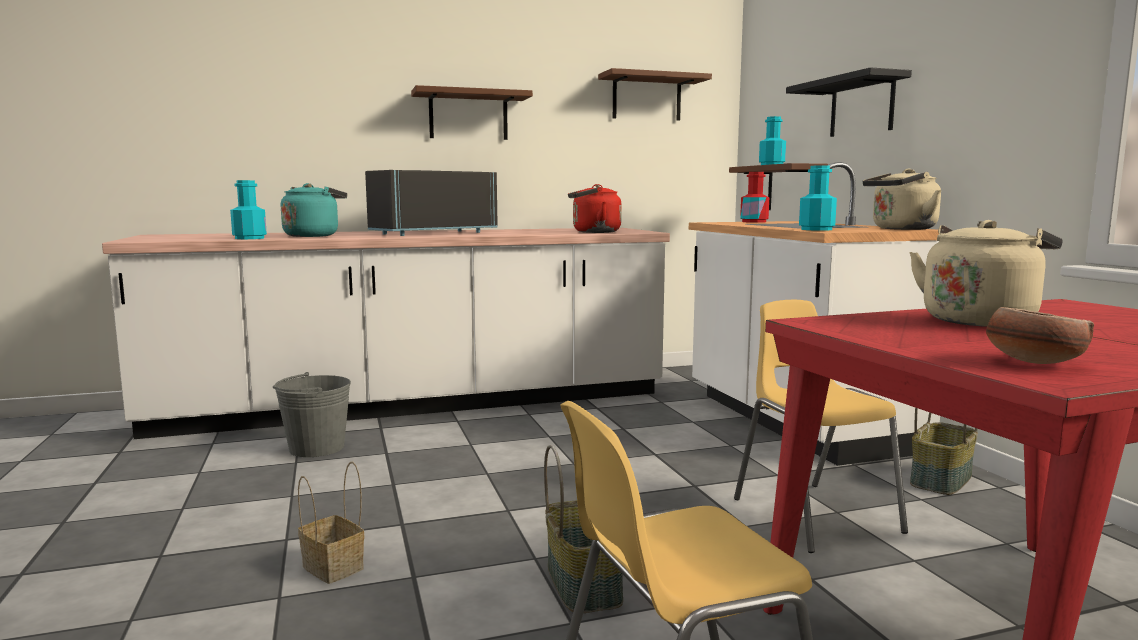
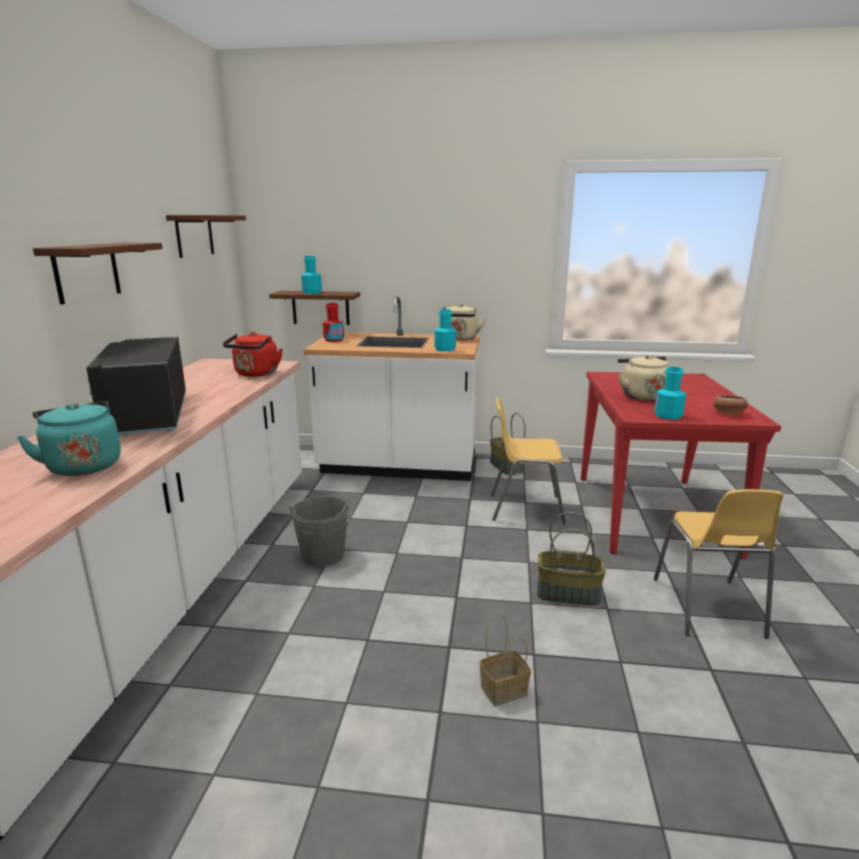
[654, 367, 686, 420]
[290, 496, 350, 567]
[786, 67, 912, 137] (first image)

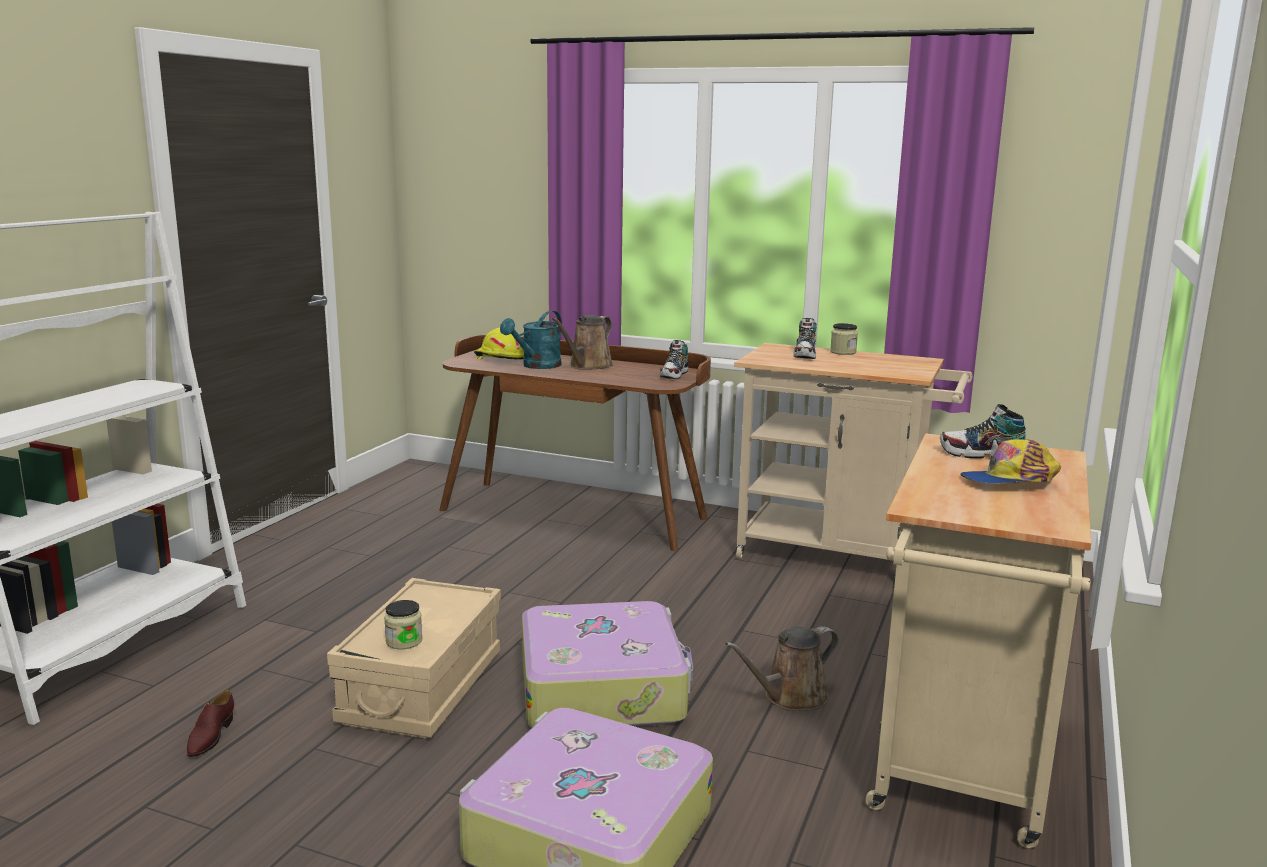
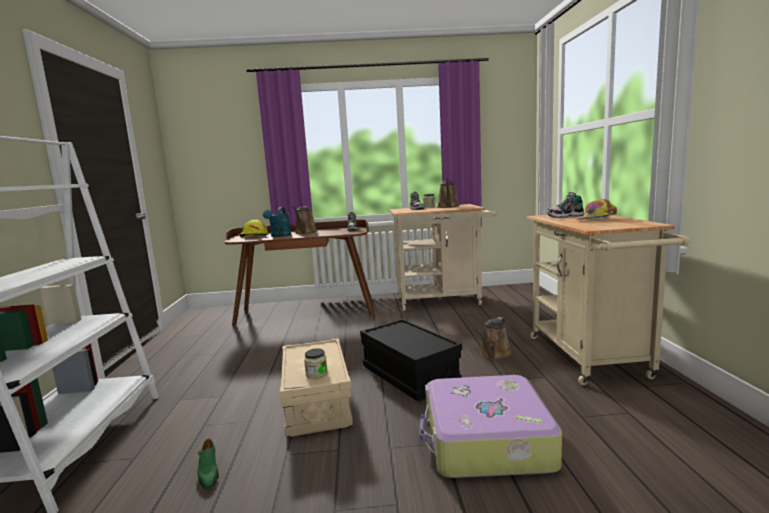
[197, 439, 219, 489]
[360, 319, 462, 401]
[437, 179, 460, 208]

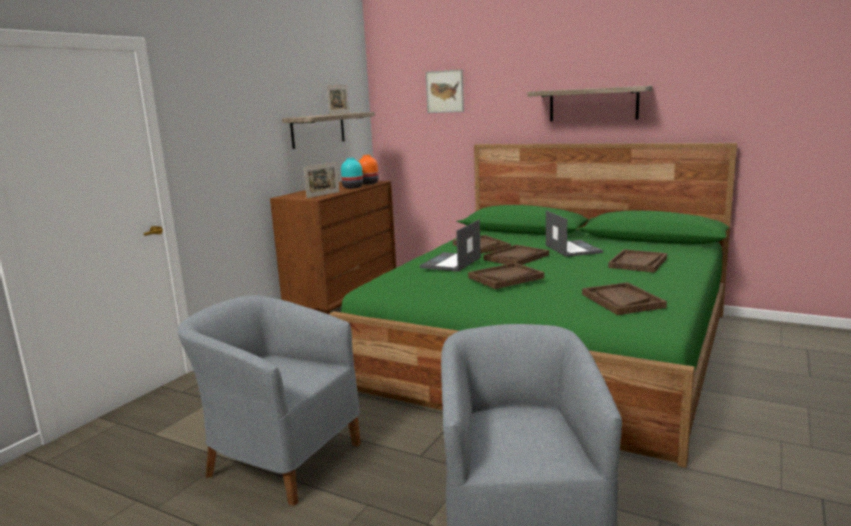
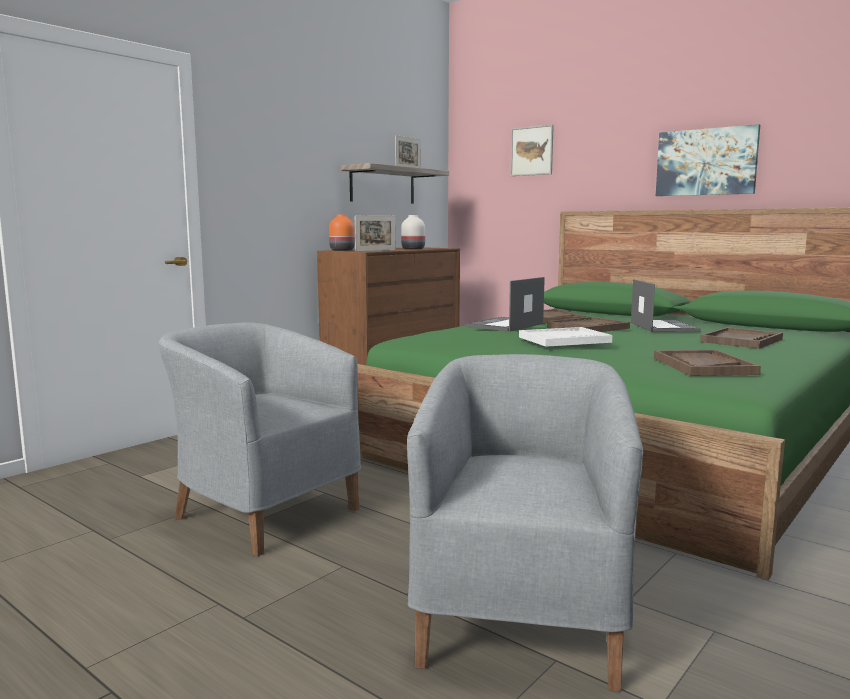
[401, 215, 425, 250]
[329, 215, 355, 251]
[519, 327, 612, 347]
[656, 124, 760, 196]

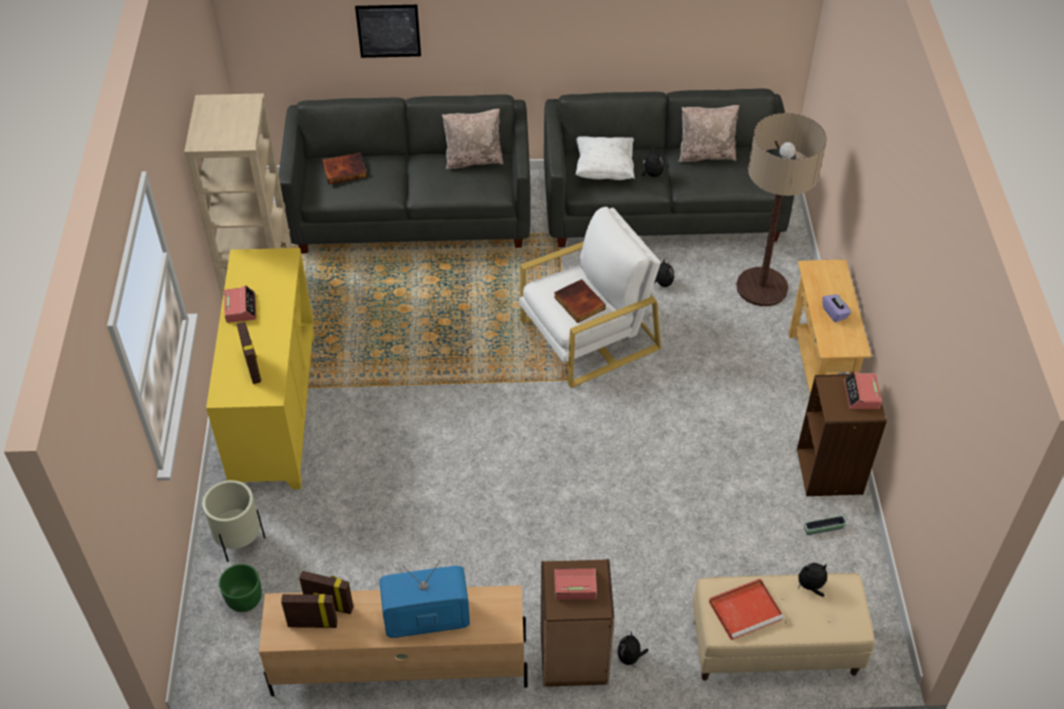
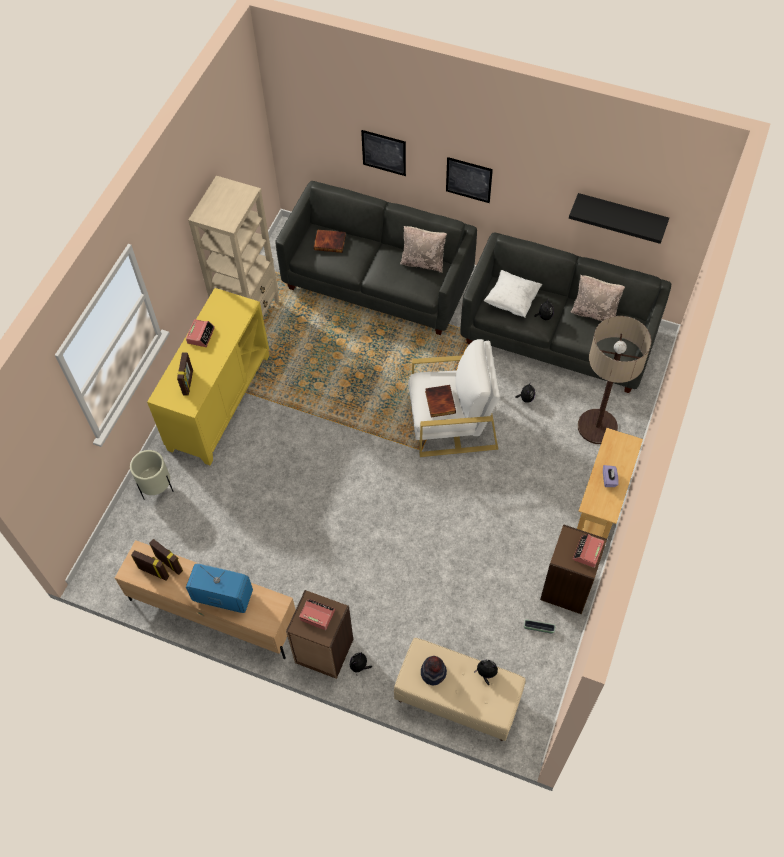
[219, 564, 262, 612] (first image)
[421, 656, 447, 685]
[446, 157, 493, 203]
[569, 193, 669, 244]

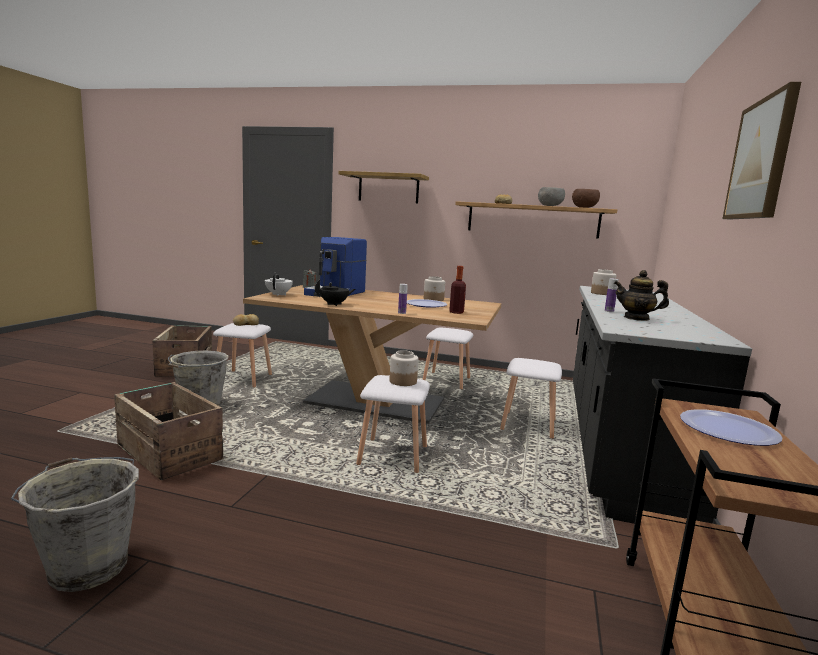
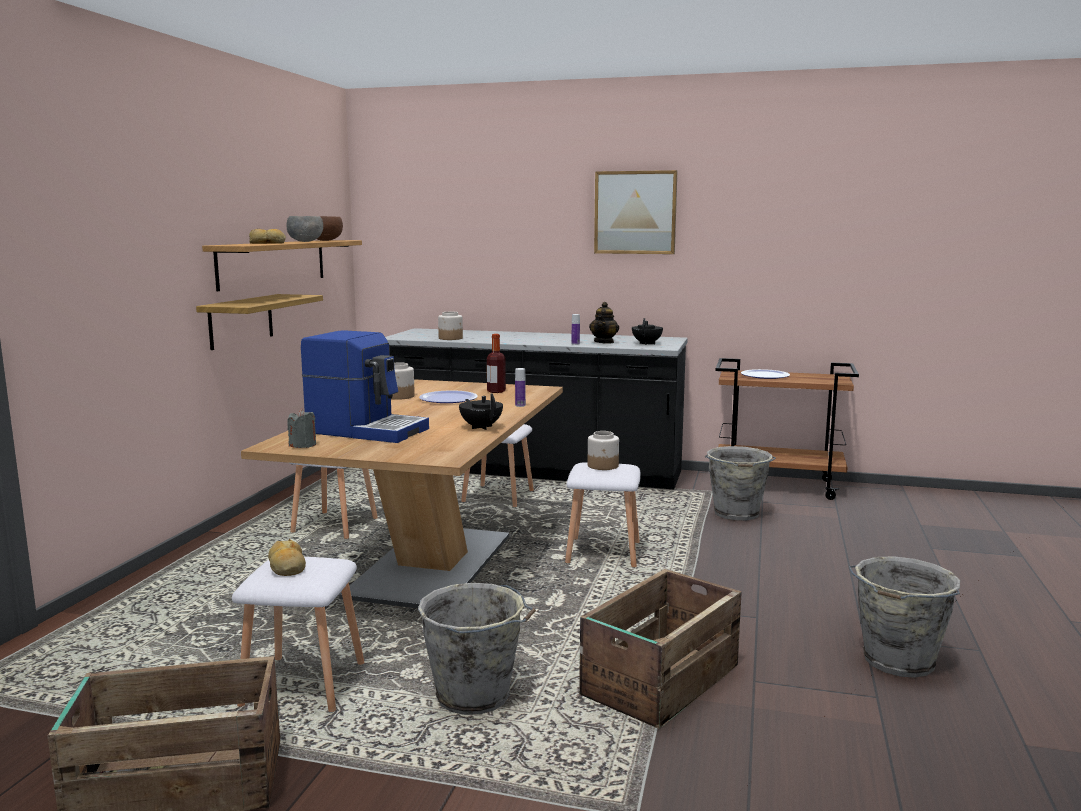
[265, 272, 293, 296] (first image)
[196, 294, 323, 350]
[632, 318, 663, 345]
[705, 446, 776, 521]

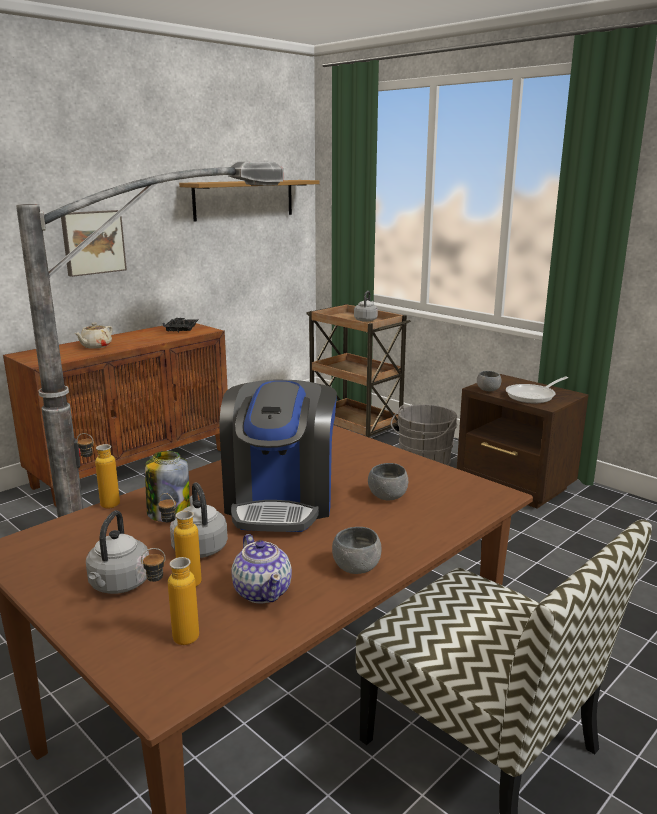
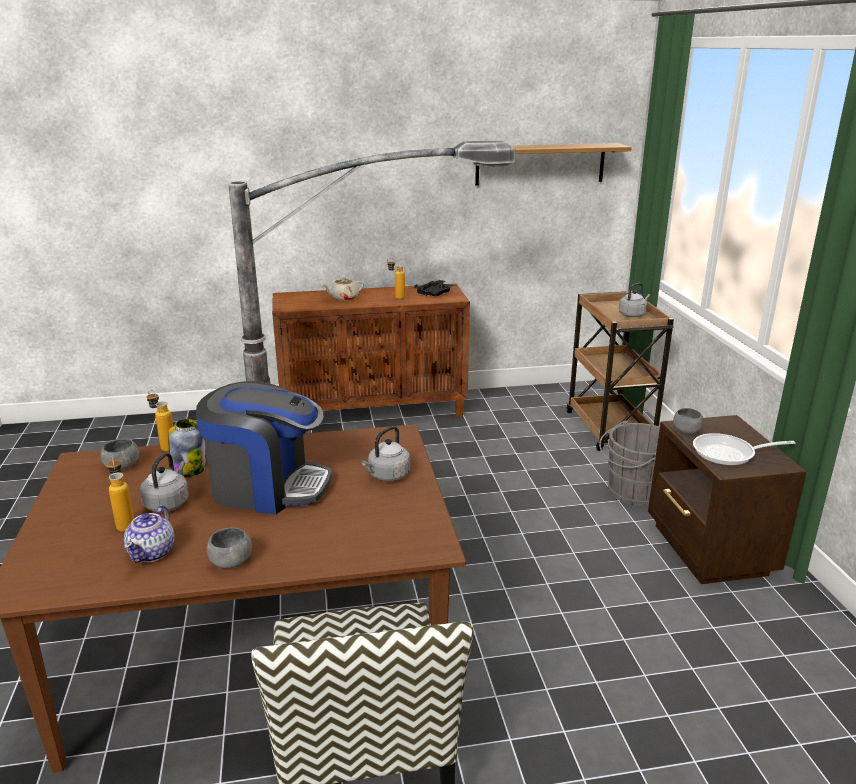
[61, 210, 127, 277] (first image)
[361, 426, 410, 482]
[387, 258, 405, 299]
[196, 381, 332, 514]
[101, 439, 139, 470]

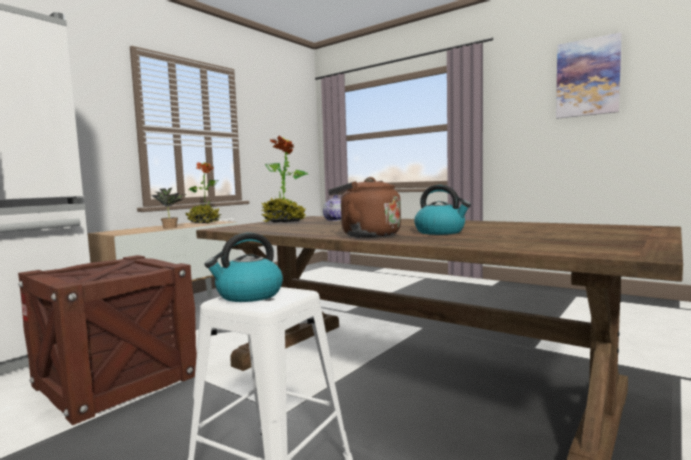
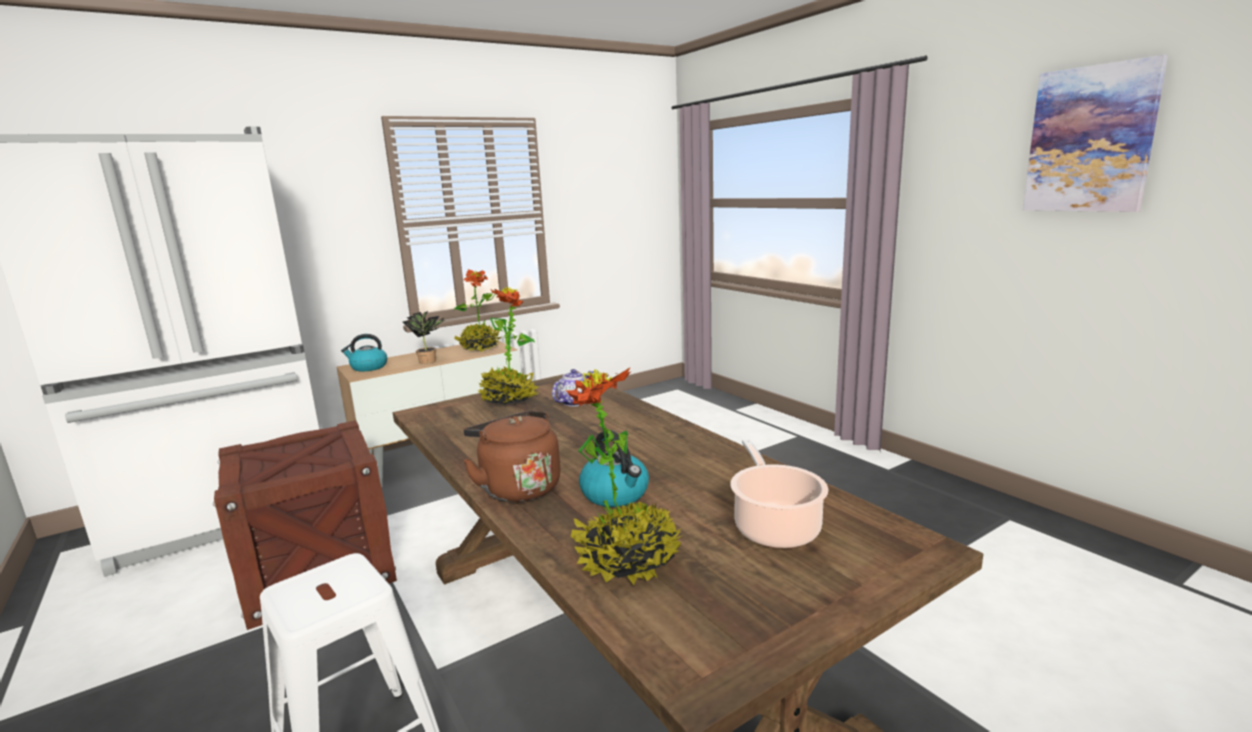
[341, 334, 387, 372]
[565, 368, 683, 585]
[730, 439, 829, 548]

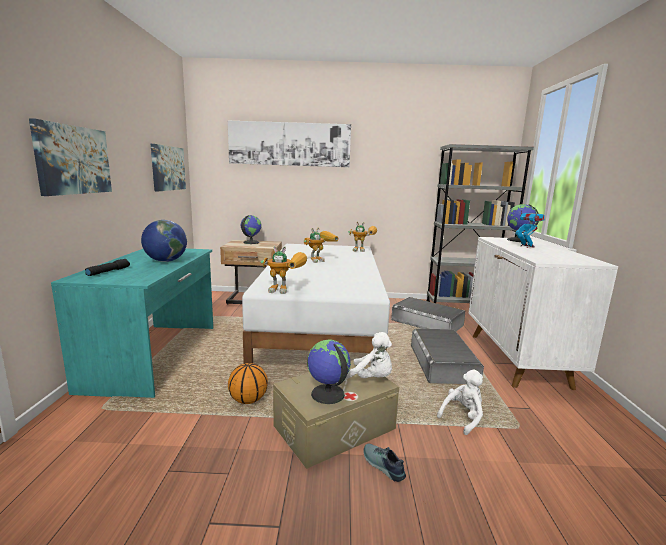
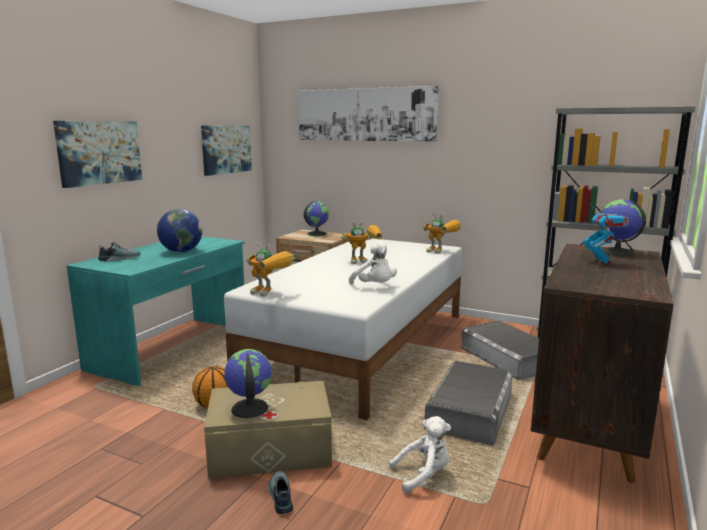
[98, 242, 140, 262]
[349, 241, 397, 285]
[531, 244, 674, 483]

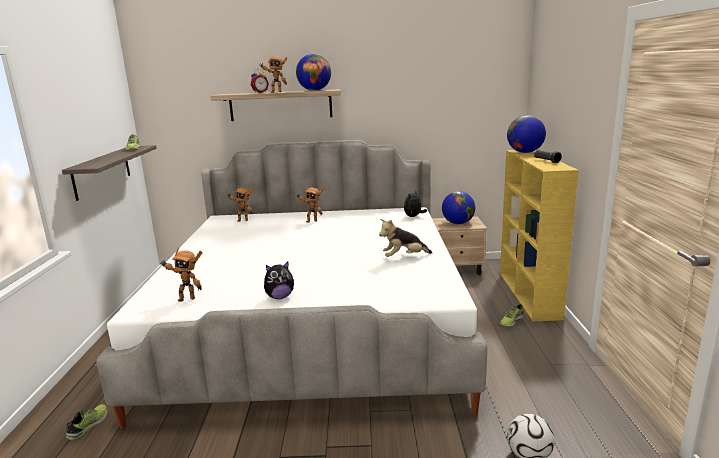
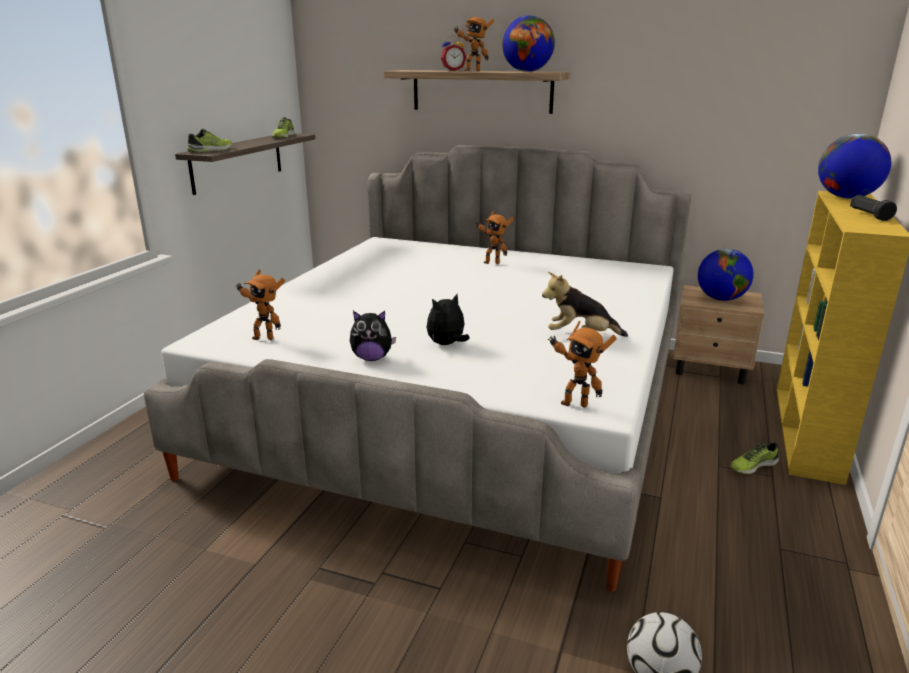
[187, 129, 232, 153]
[548, 321, 617, 408]
[427, 294, 469, 345]

